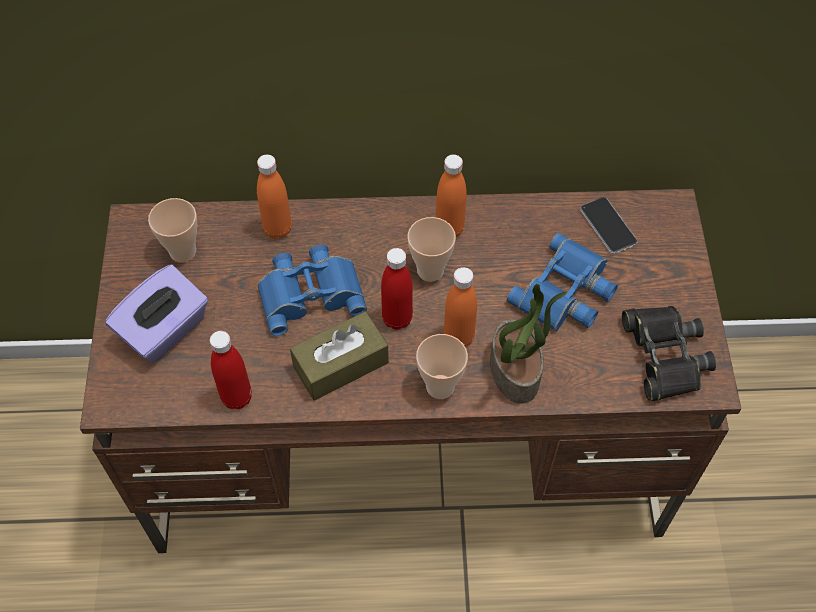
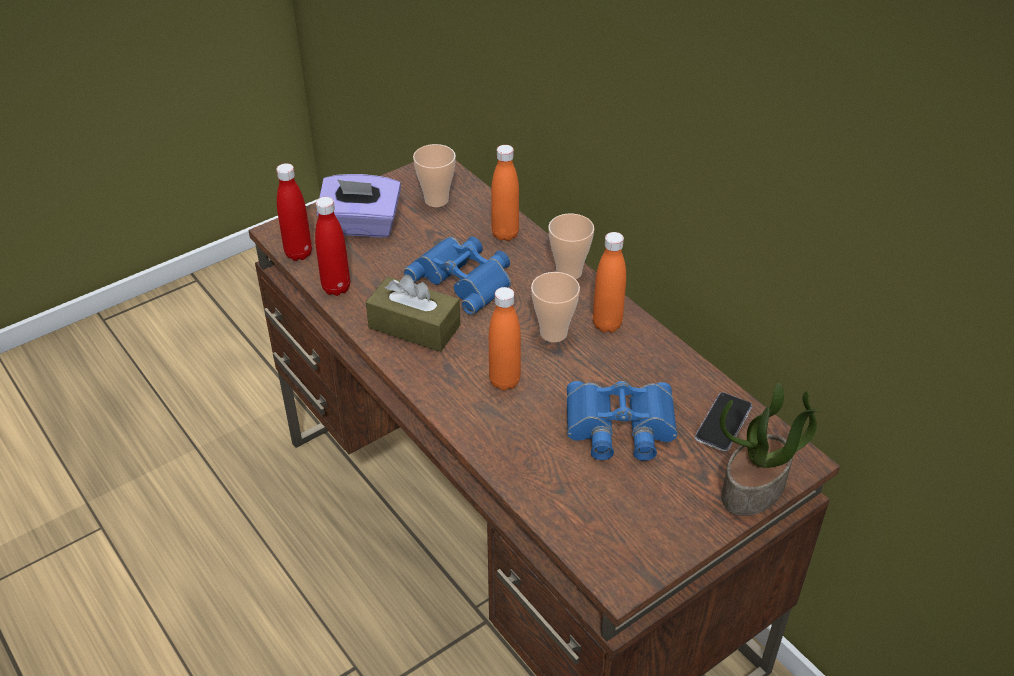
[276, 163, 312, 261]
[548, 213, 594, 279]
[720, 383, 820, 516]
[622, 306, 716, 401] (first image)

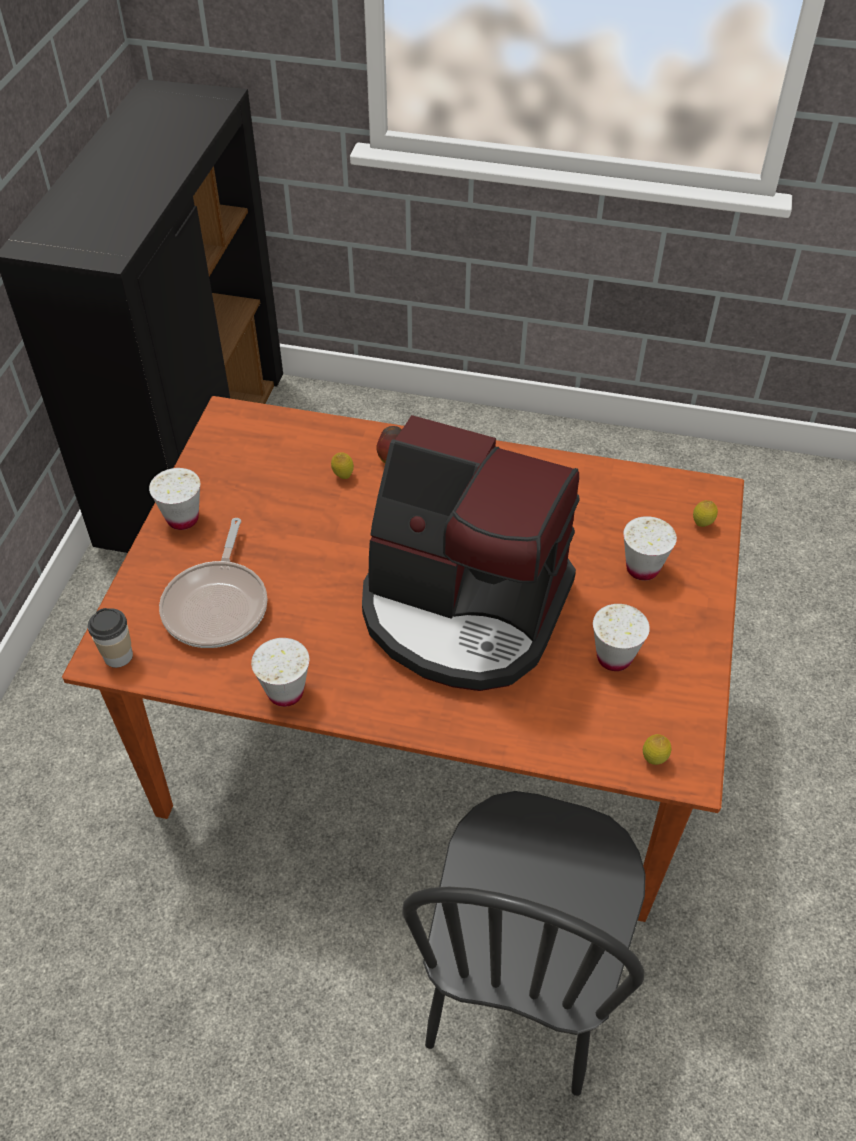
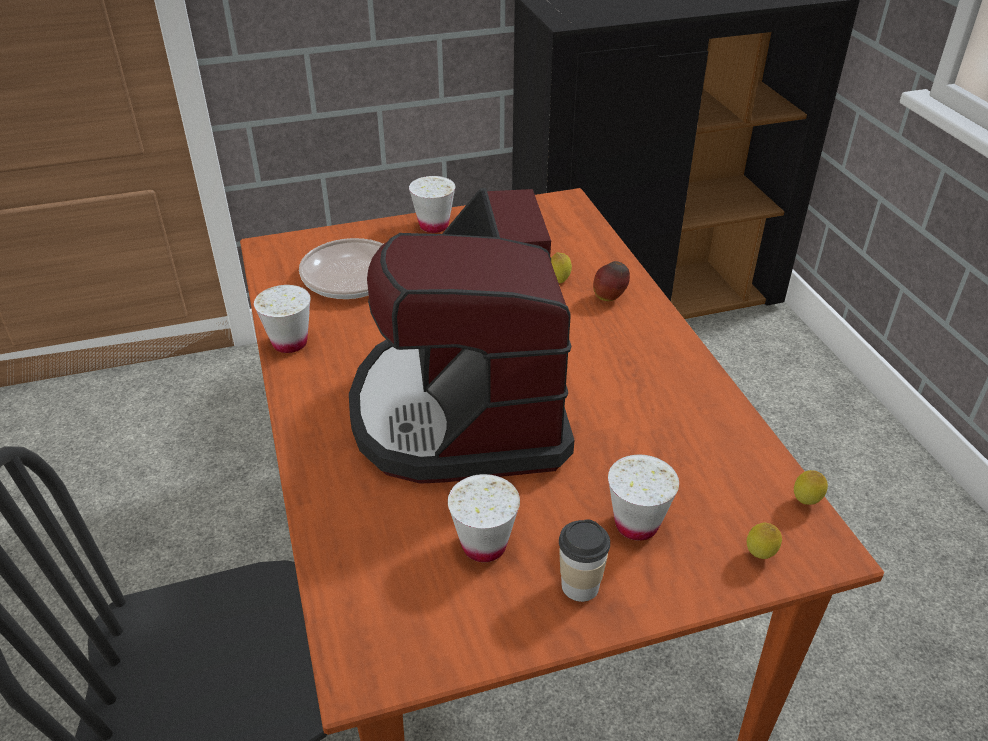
[559, 519, 610, 602]
[794, 470, 828, 505]

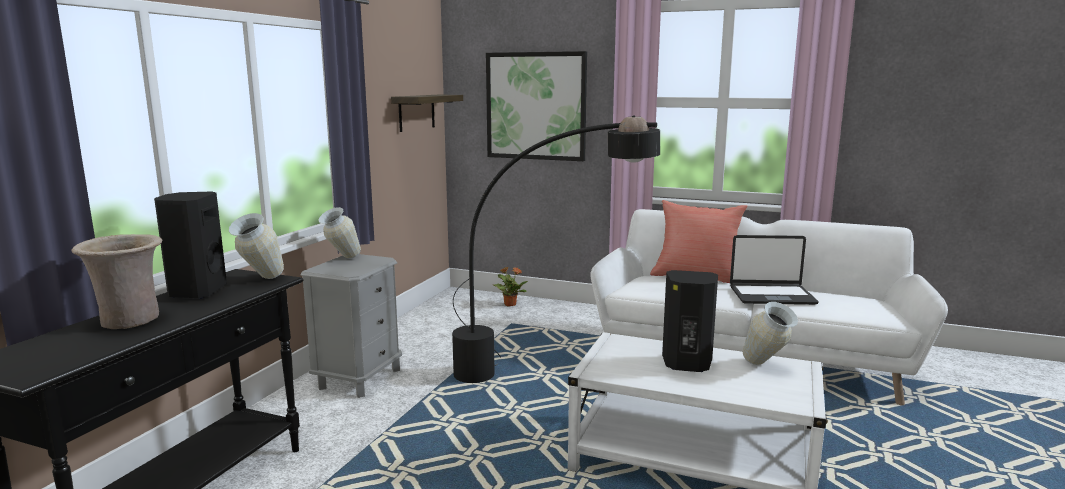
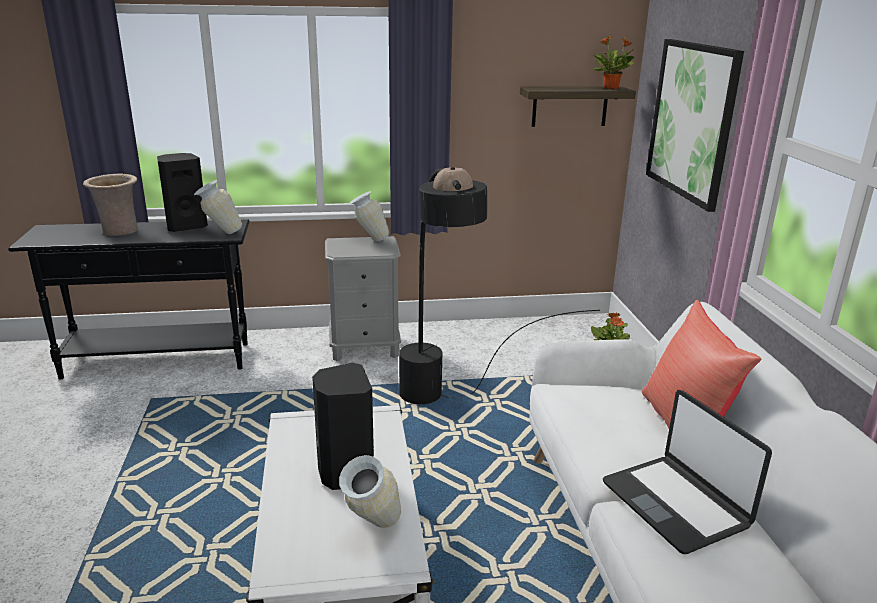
[594, 35, 635, 89]

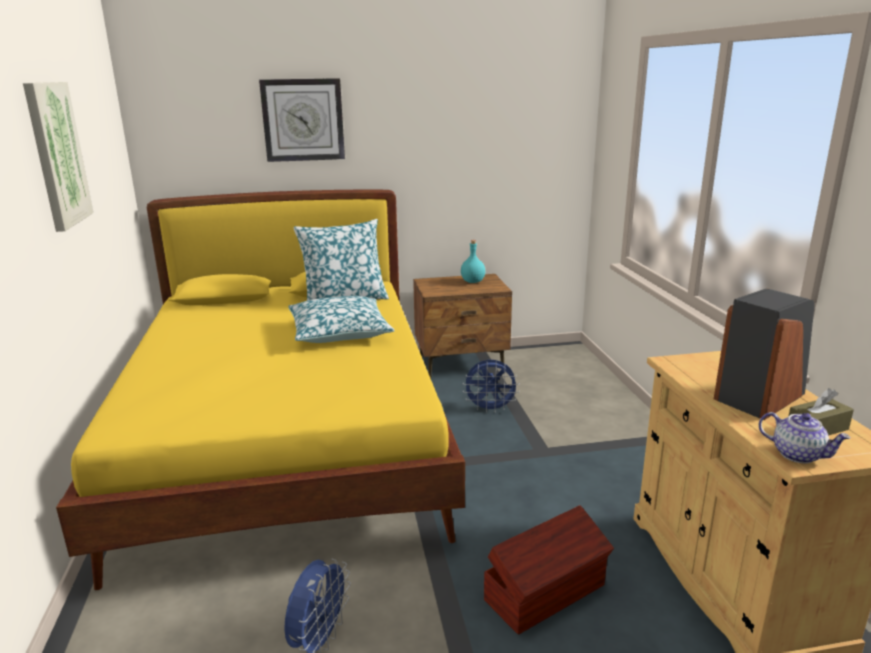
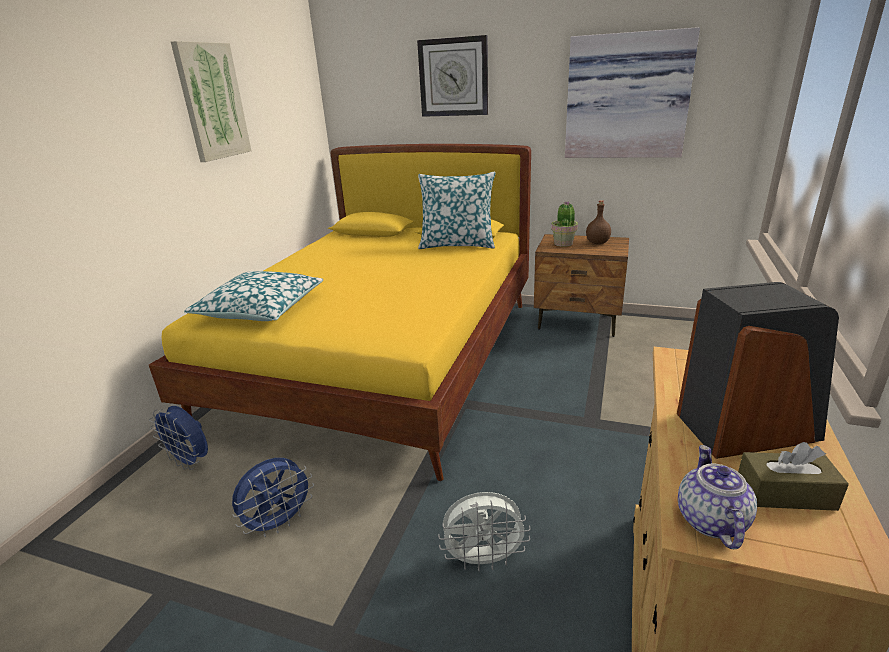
[184, 271, 323, 321]
[586, 200, 611, 244]
[149, 406, 208, 470]
[438, 492, 531, 572]
[678, 445, 757, 549]
[551, 201, 578, 247]
[565, 27, 700, 158]

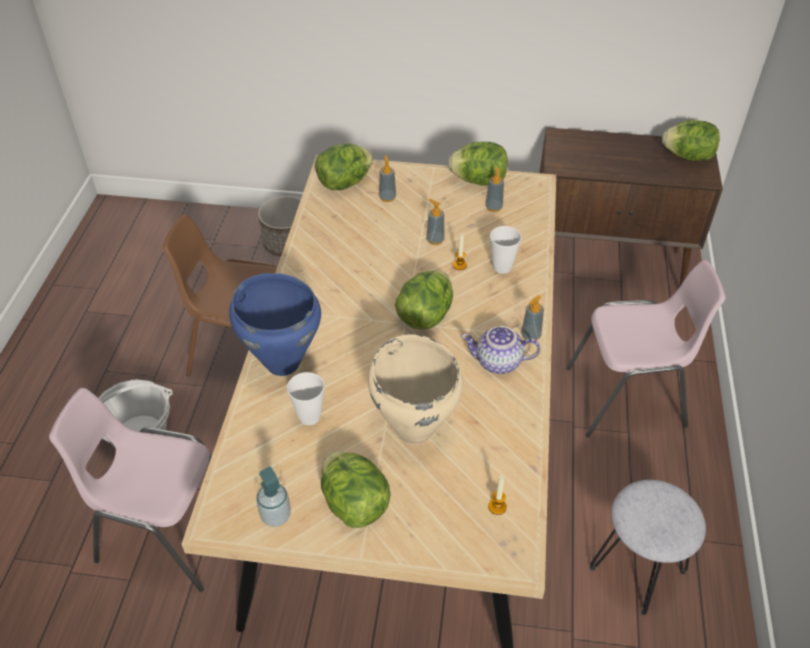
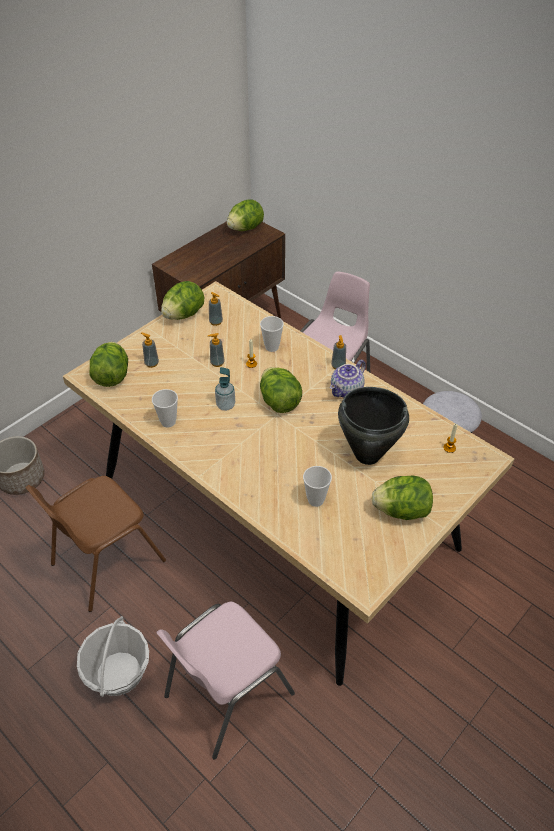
[229, 273, 321, 376] (first image)
[215, 367, 235, 411]
[338, 387, 409, 465]
[152, 389, 178, 428]

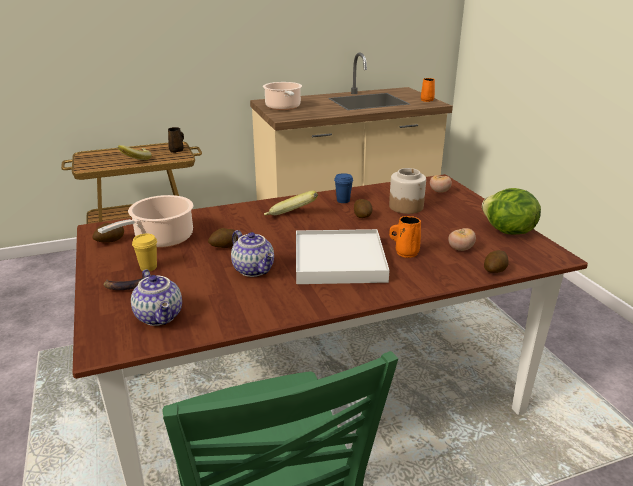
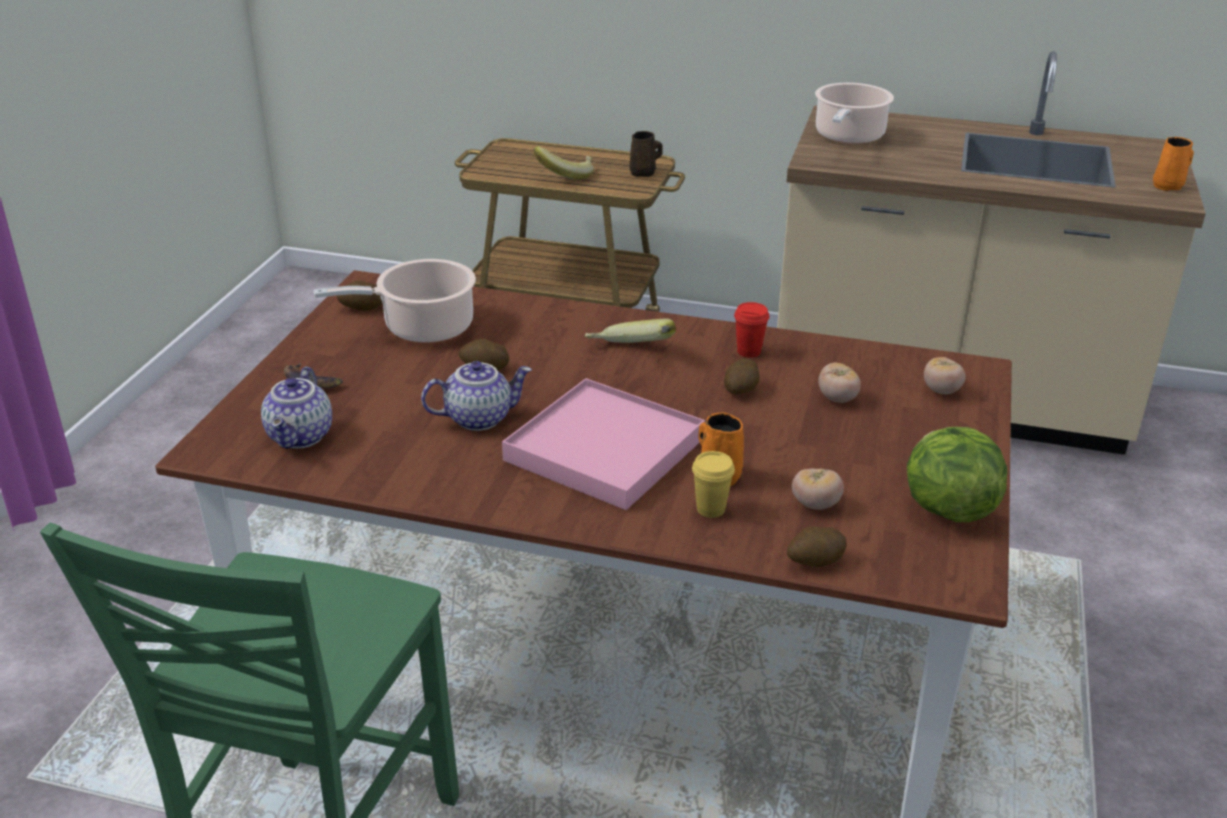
[692, 451, 735, 518]
[421, 361, 532, 431]
[502, 378, 705, 510]
[734, 302, 769, 358]
[818, 362, 861, 403]

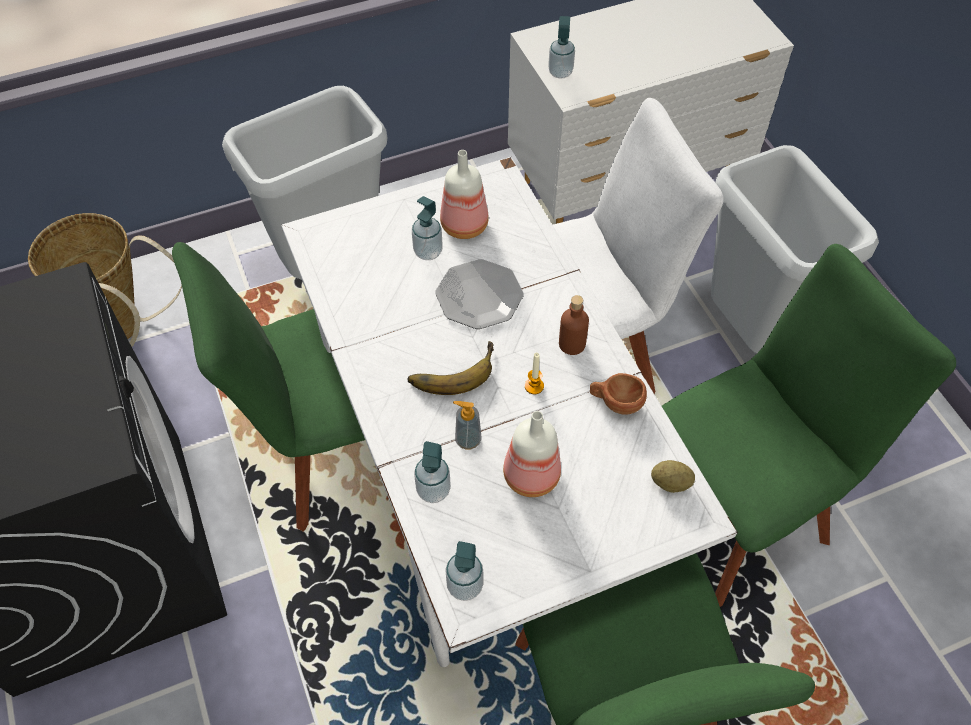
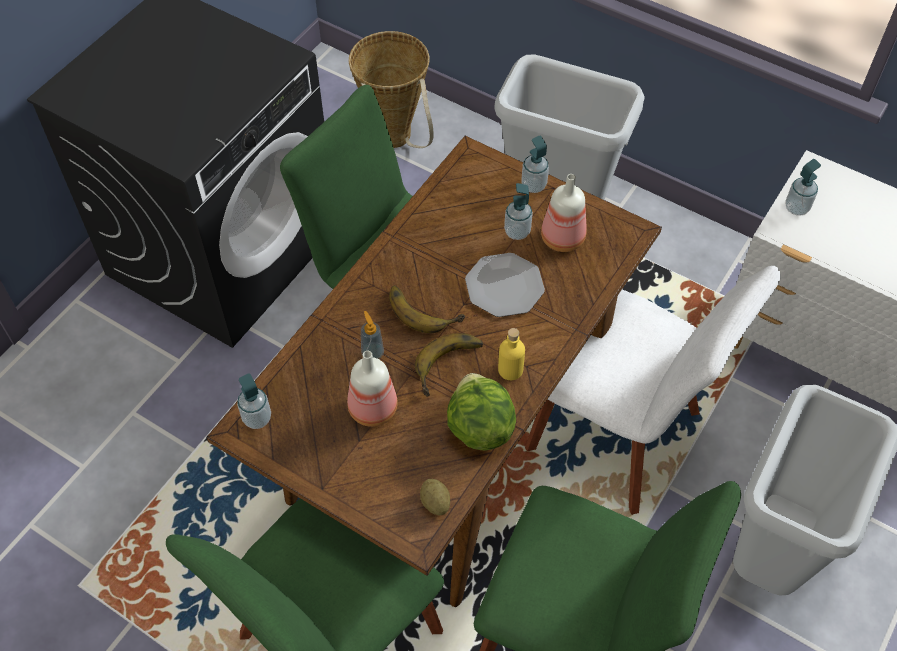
[206, 136, 662, 607]
[521, 136, 549, 193]
[415, 333, 483, 397]
[498, 328, 525, 380]
[447, 373, 516, 450]

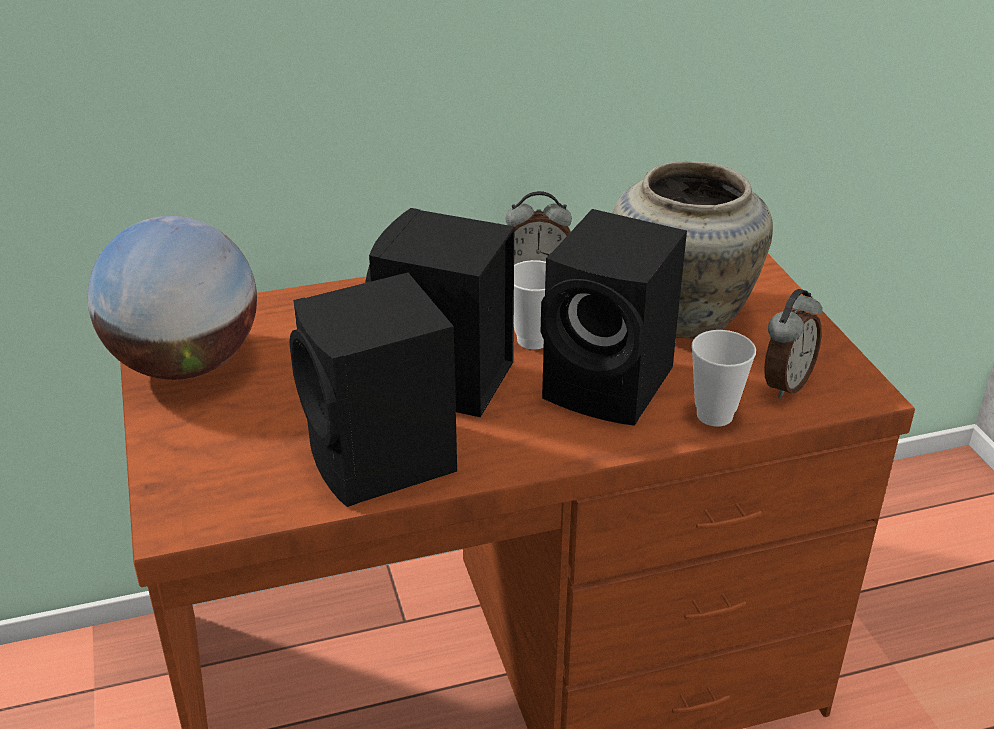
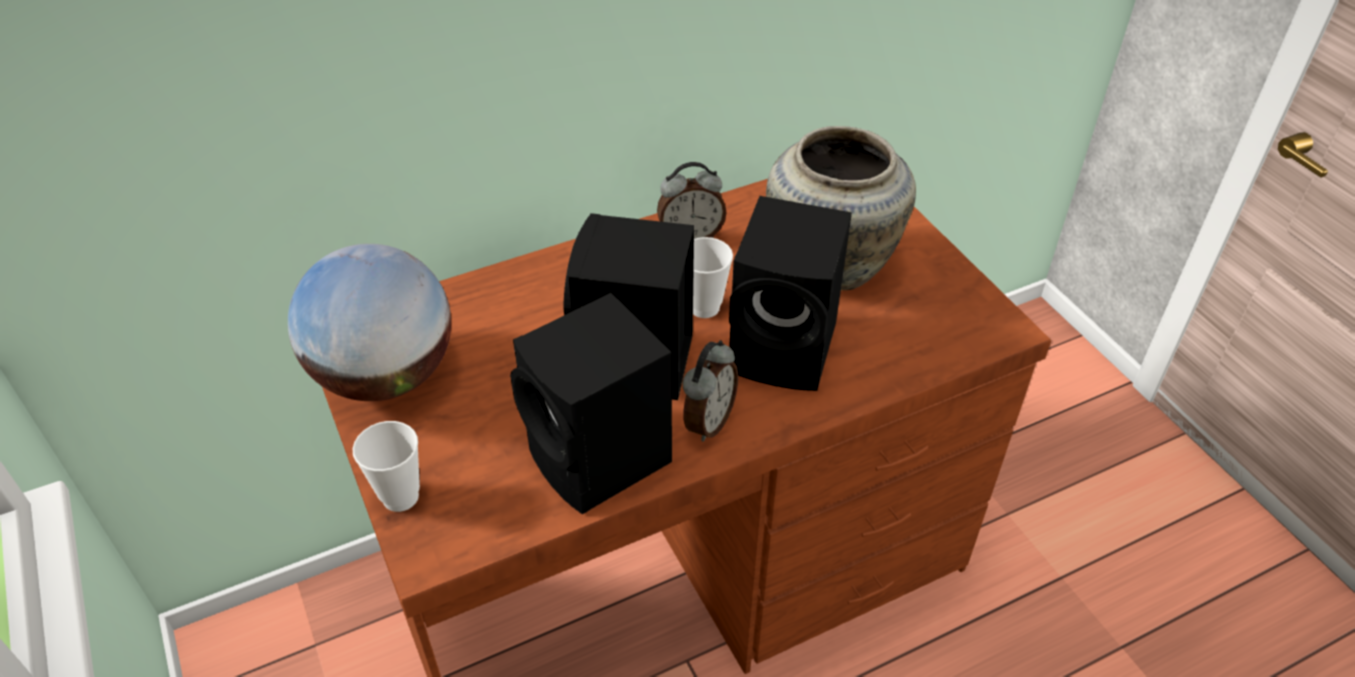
[353, 421, 420, 512]
[683, 340, 738, 442]

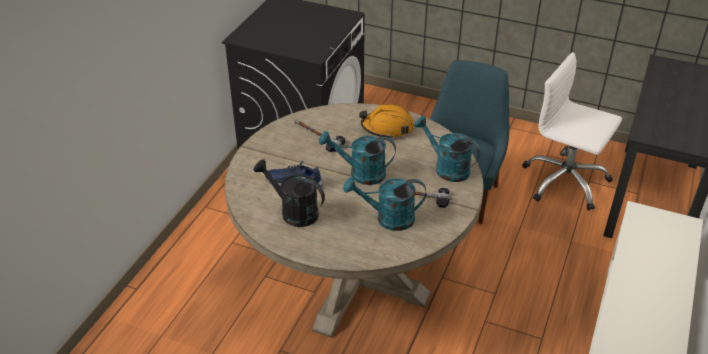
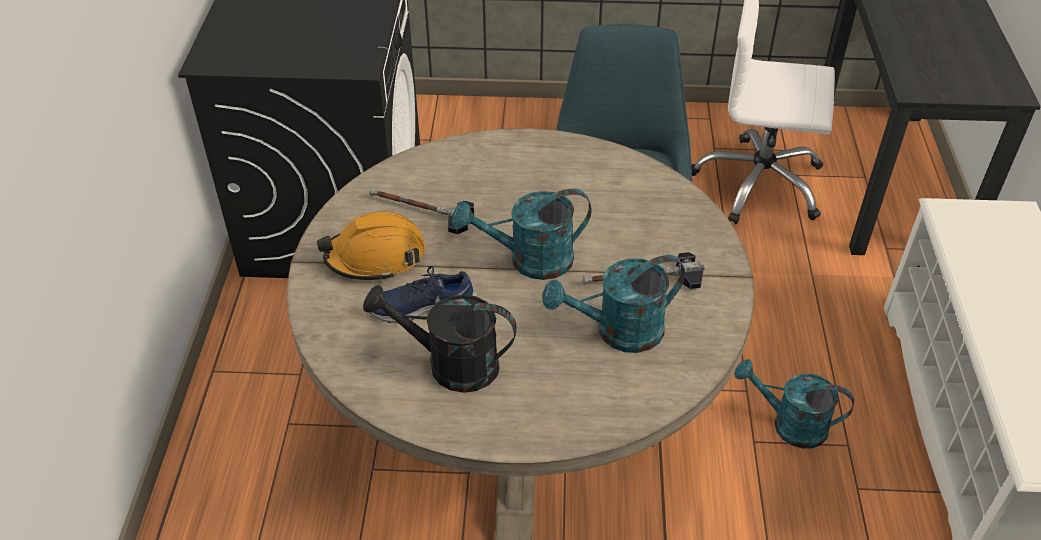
[317, 212, 425, 281]
[735, 359, 854, 449]

